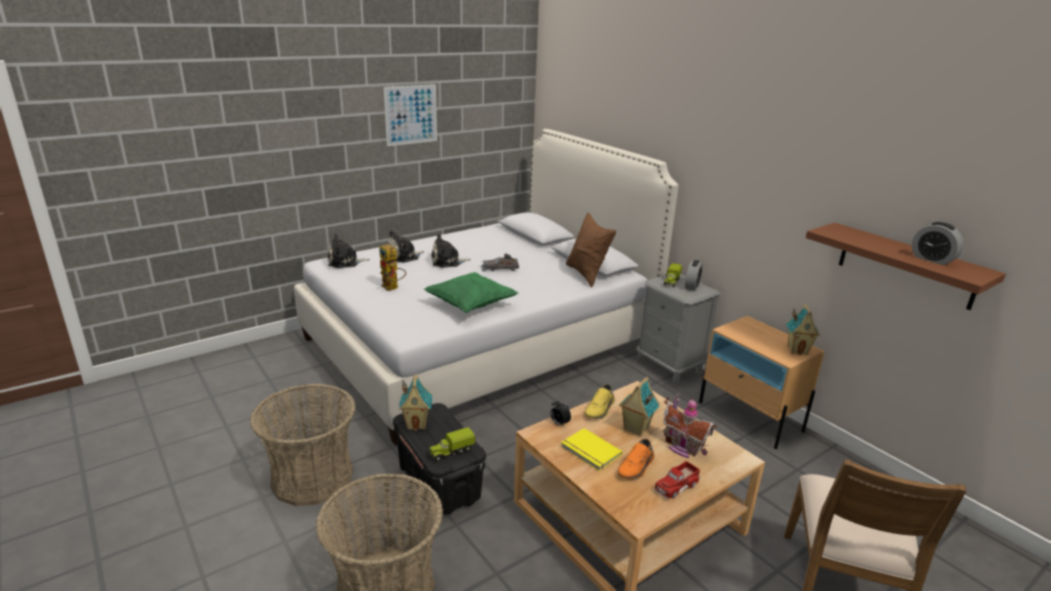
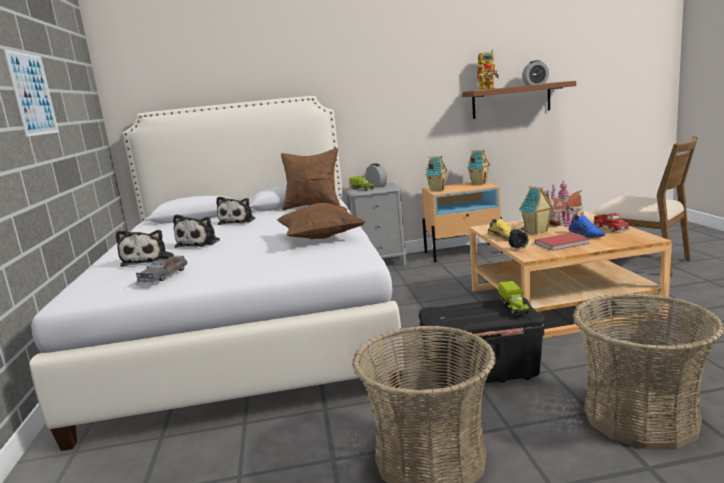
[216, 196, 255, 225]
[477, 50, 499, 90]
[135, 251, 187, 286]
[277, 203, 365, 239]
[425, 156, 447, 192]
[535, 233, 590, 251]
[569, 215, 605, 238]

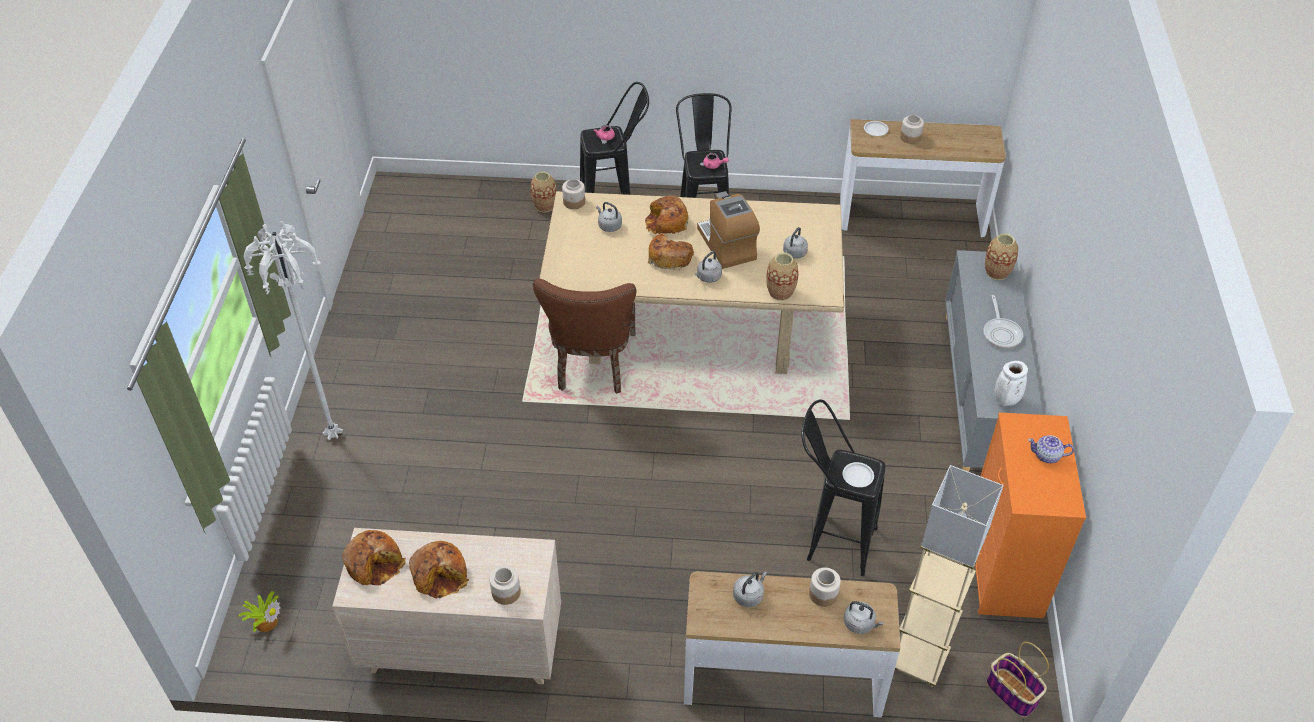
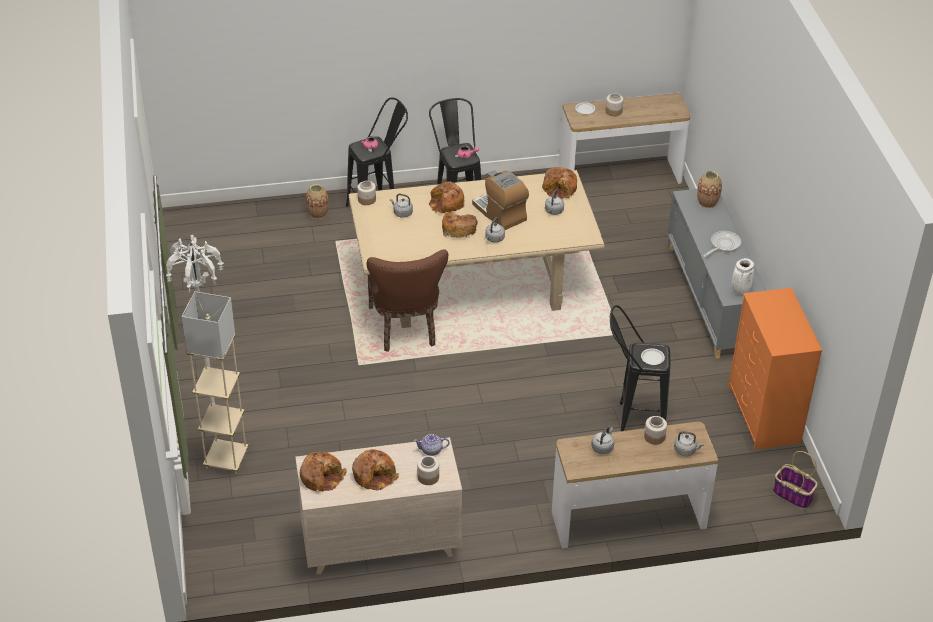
[766, 253, 799, 301] (first image)
[703, 231, 741, 257]
[414, 434, 450, 456]
[181, 291, 249, 474]
[238, 591, 281, 632] (first image)
[542, 167, 577, 199]

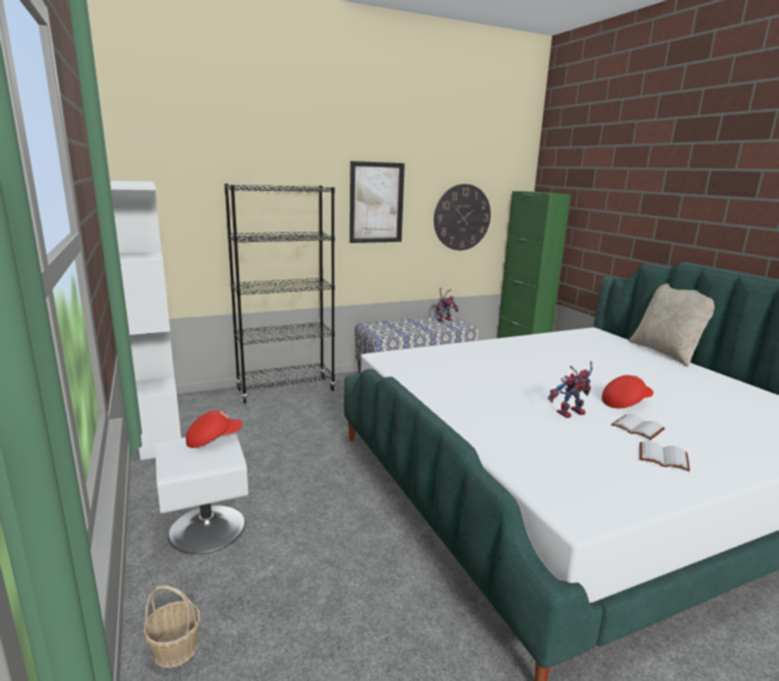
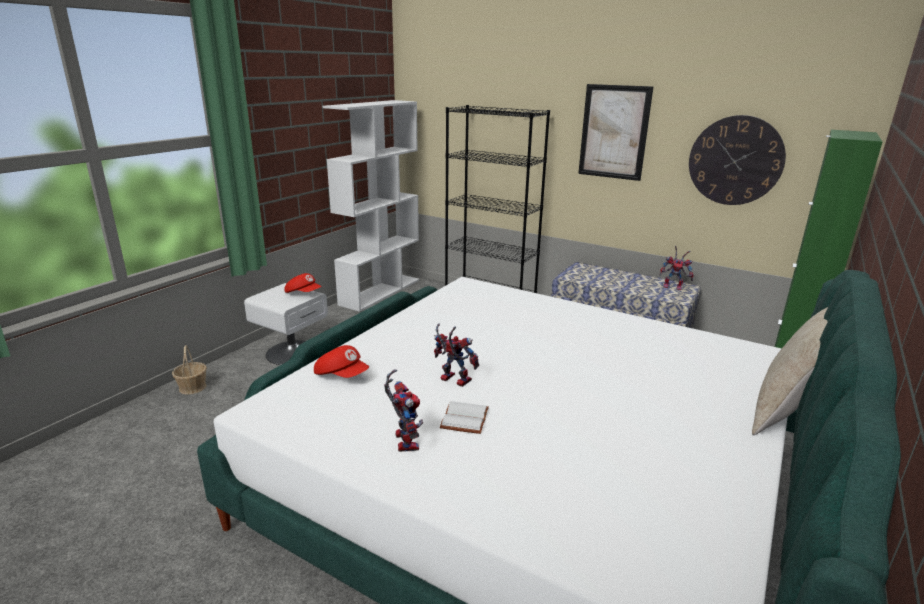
[314, 345, 369, 378]
[384, 369, 423, 452]

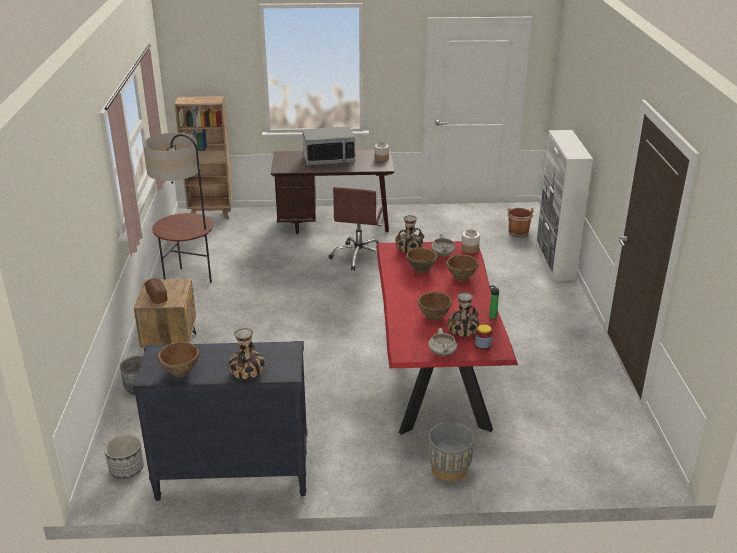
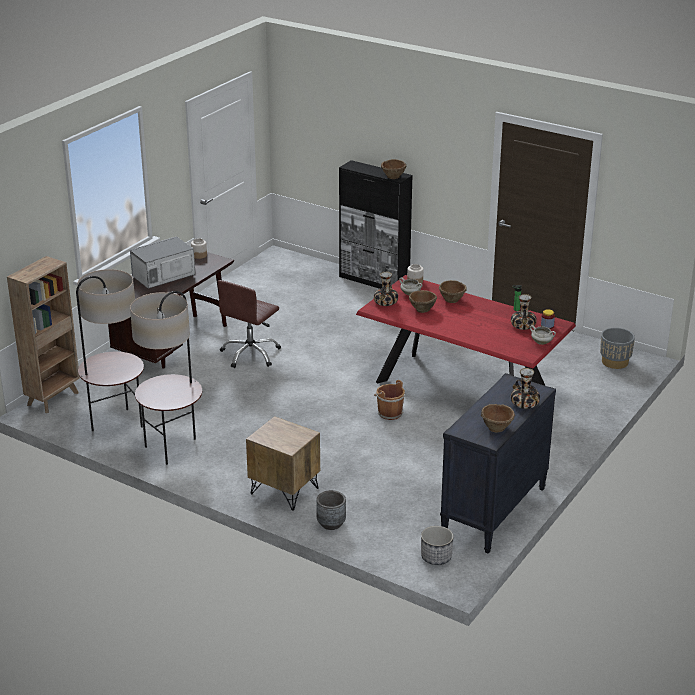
[130, 237, 195, 289]
[339, 160, 413, 289]
[218, 280, 281, 368]
[374, 380, 405, 420]
[144, 278, 167, 304] (first image)
[381, 159, 406, 179]
[600, 328, 635, 369]
[76, 269, 144, 431]

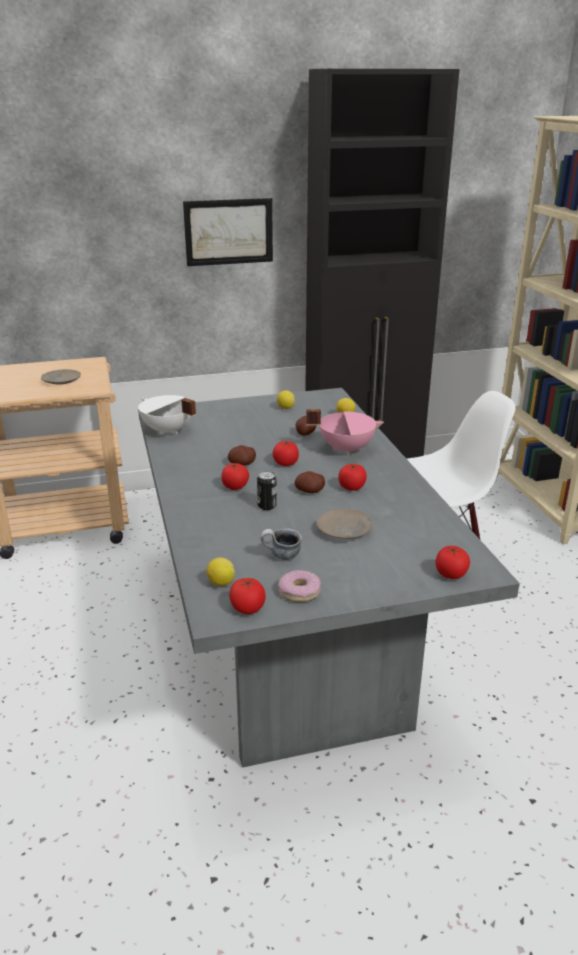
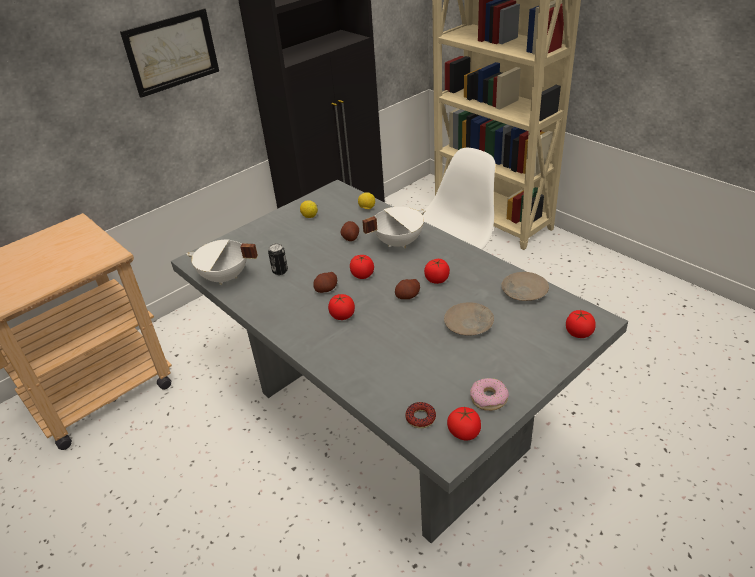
[501, 272, 549, 301]
[362, 207, 426, 248]
[268, 243, 288, 275]
[260, 529, 302, 560] (first image)
[405, 402, 436, 428]

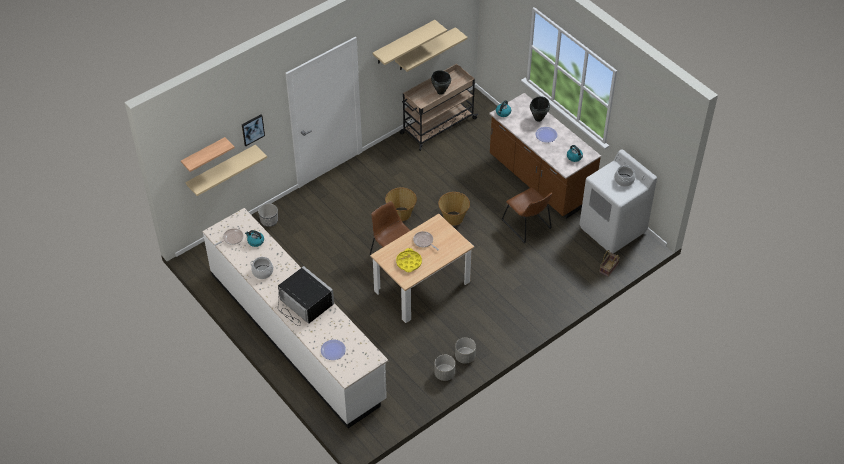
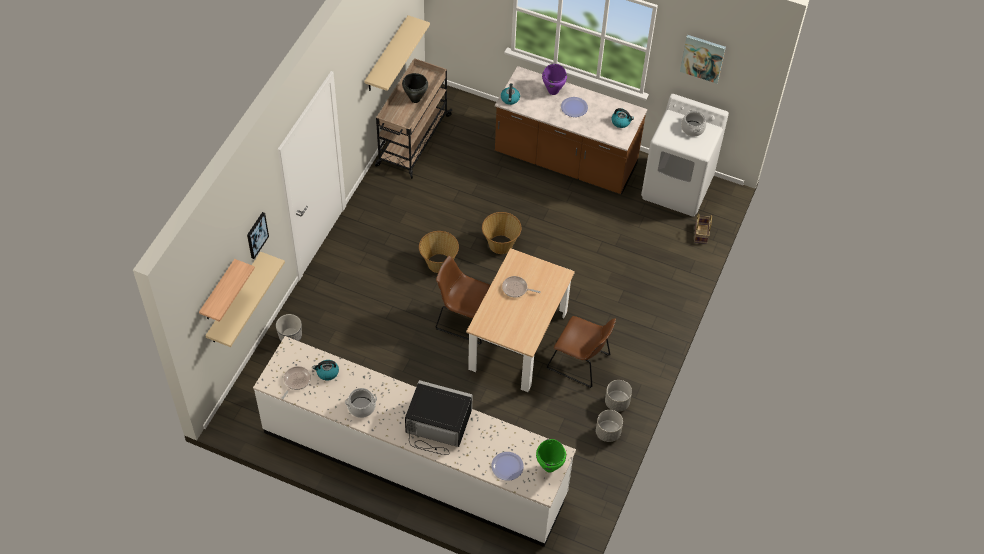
[373, 20, 447, 65] (first image)
[542, 64, 567, 95]
[546, 316, 616, 388]
[396, 248, 422, 272] (first image)
[680, 35, 726, 84]
[536, 439, 566, 473]

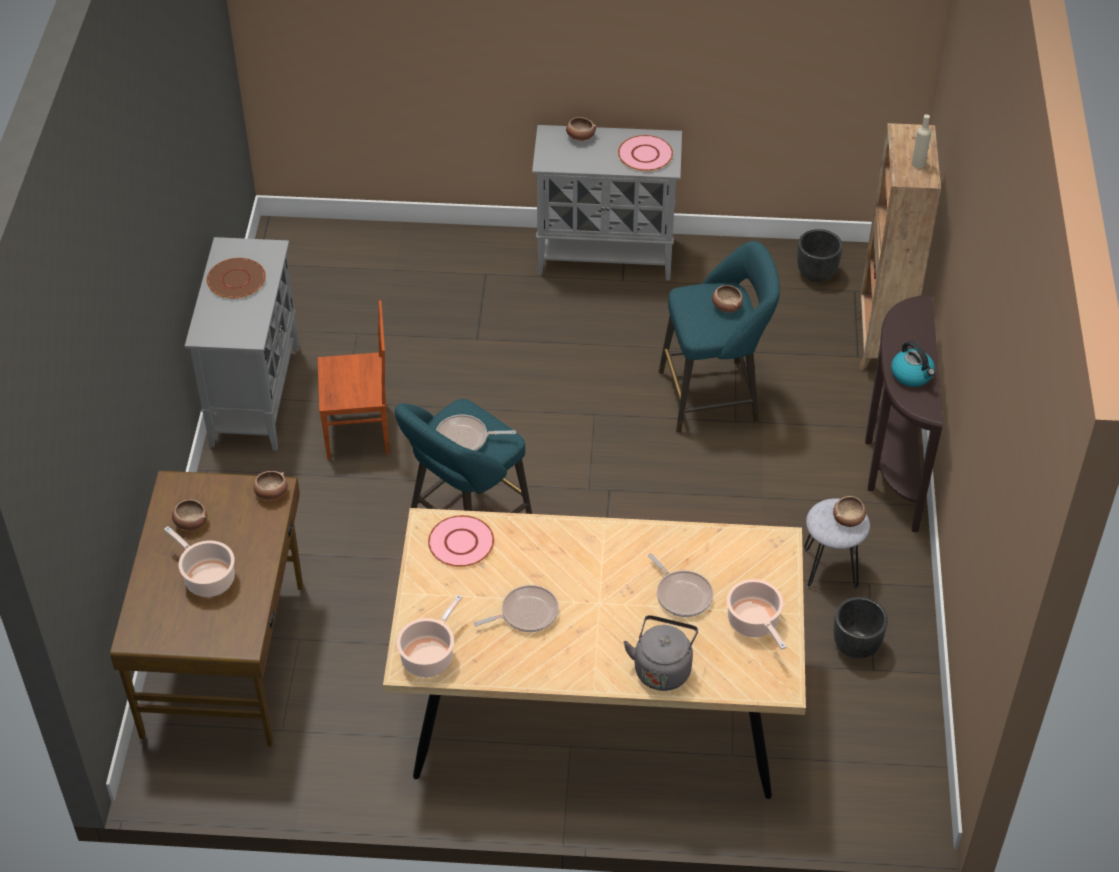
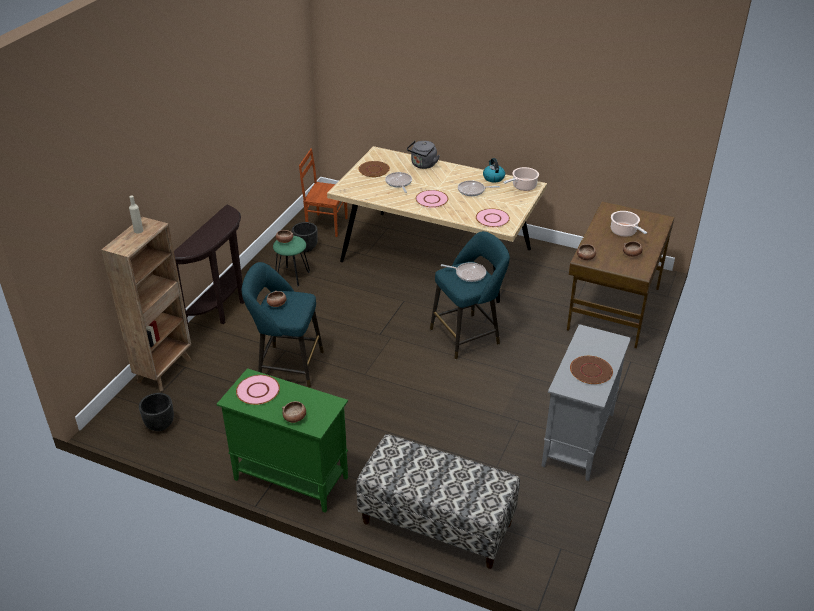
[217, 368, 348, 513]
[299, 148, 348, 237]
[483, 158, 505, 183]
[273, 236, 310, 286]
[358, 161, 390, 177]
[416, 190, 448, 208]
[356, 434, 520, 569]

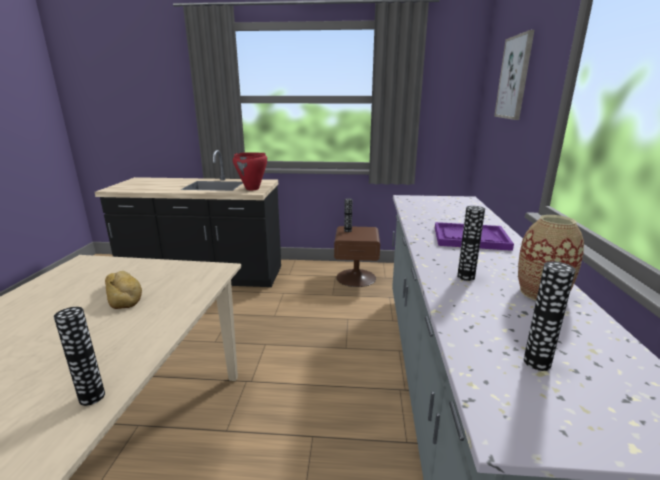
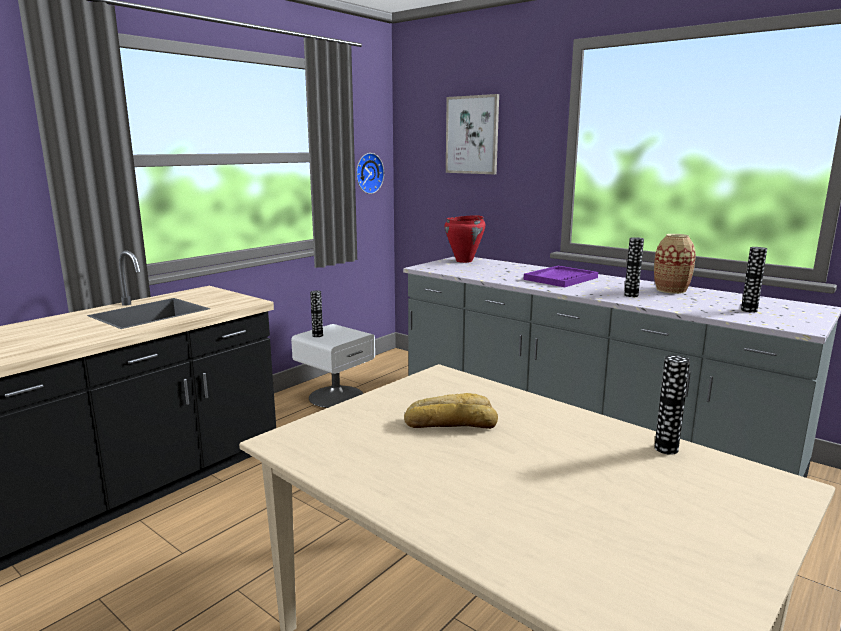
[444, 215, 485, 263]
[291, 324, 375, 408]
[356, 153, 384, 194]

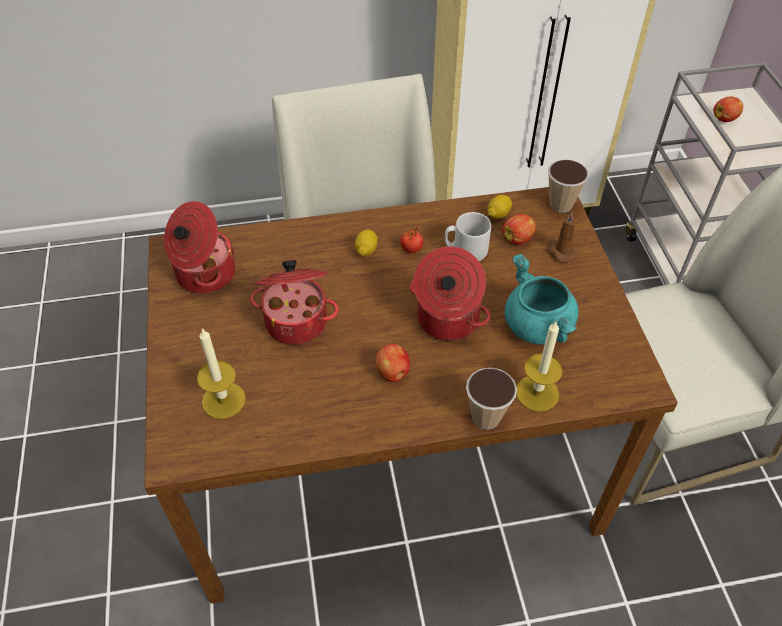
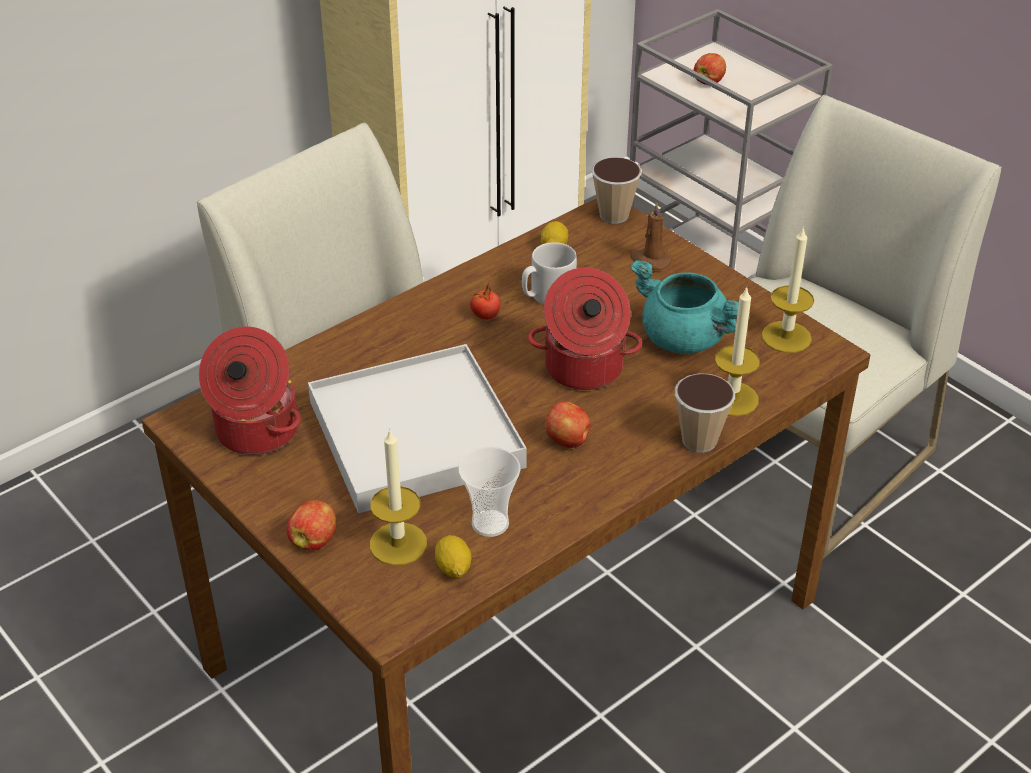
[287, 500, 336, 550]
[435, 535, 472, 578]
[308, 344, 526, 513]
[762, 226, 814, 353]
[459, 447, 521, 537]

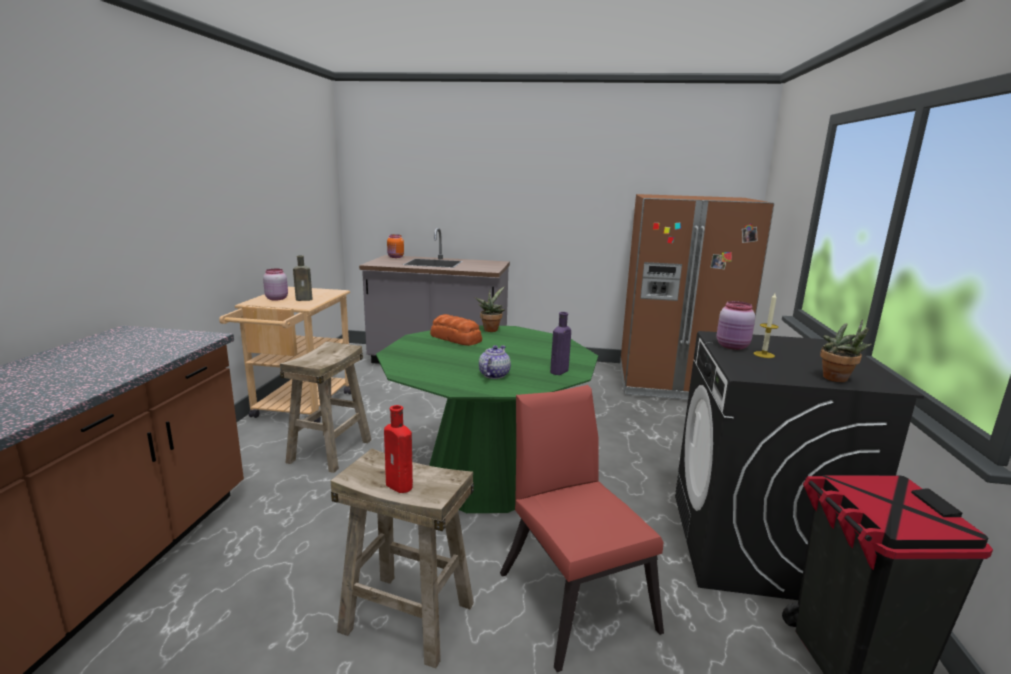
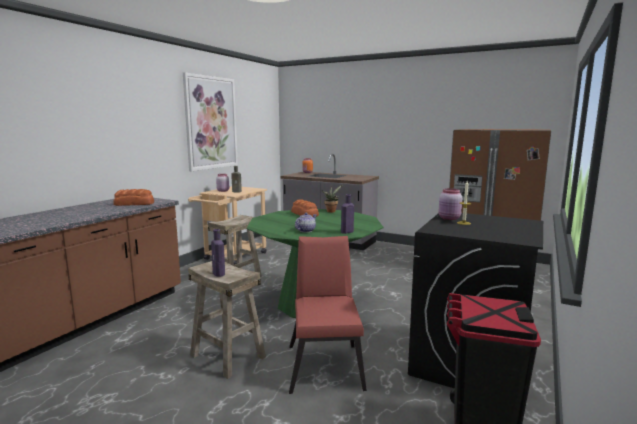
[820, 320, 872, 382] (first image)
[211, 229, 225, 277]
[183, 72, 238, 171]
[113, 189, 154, 206]

